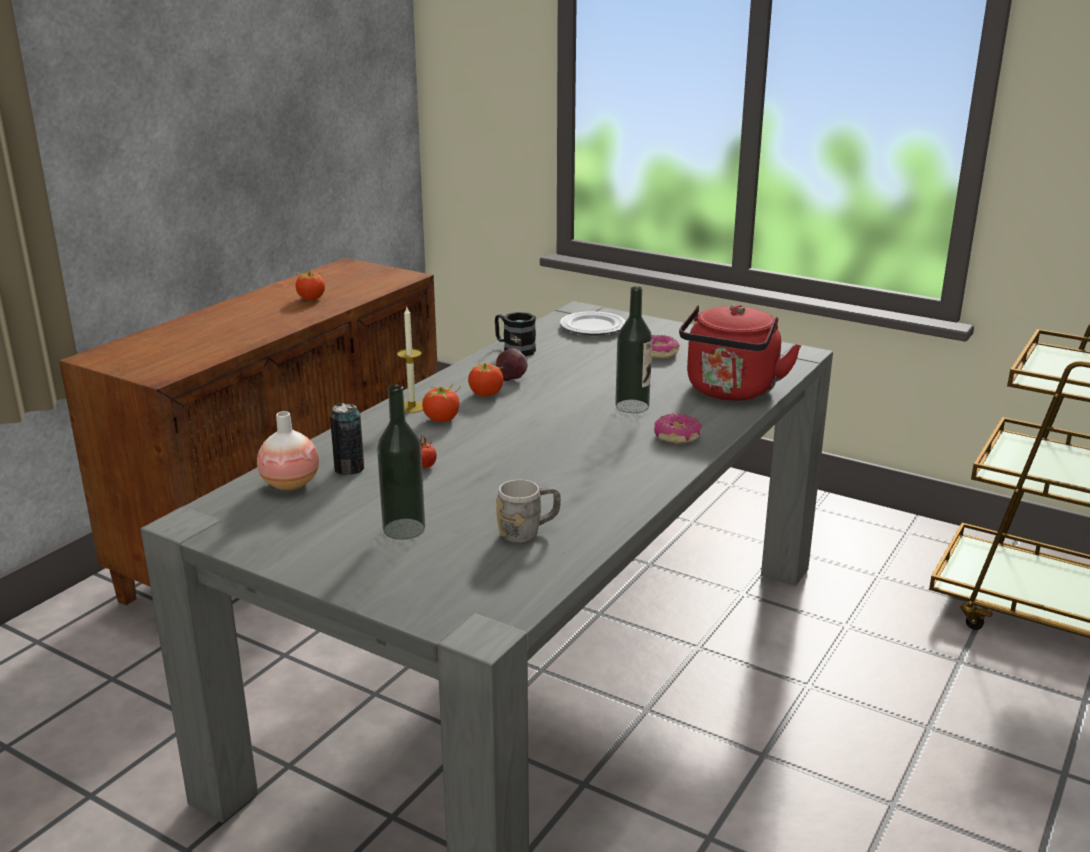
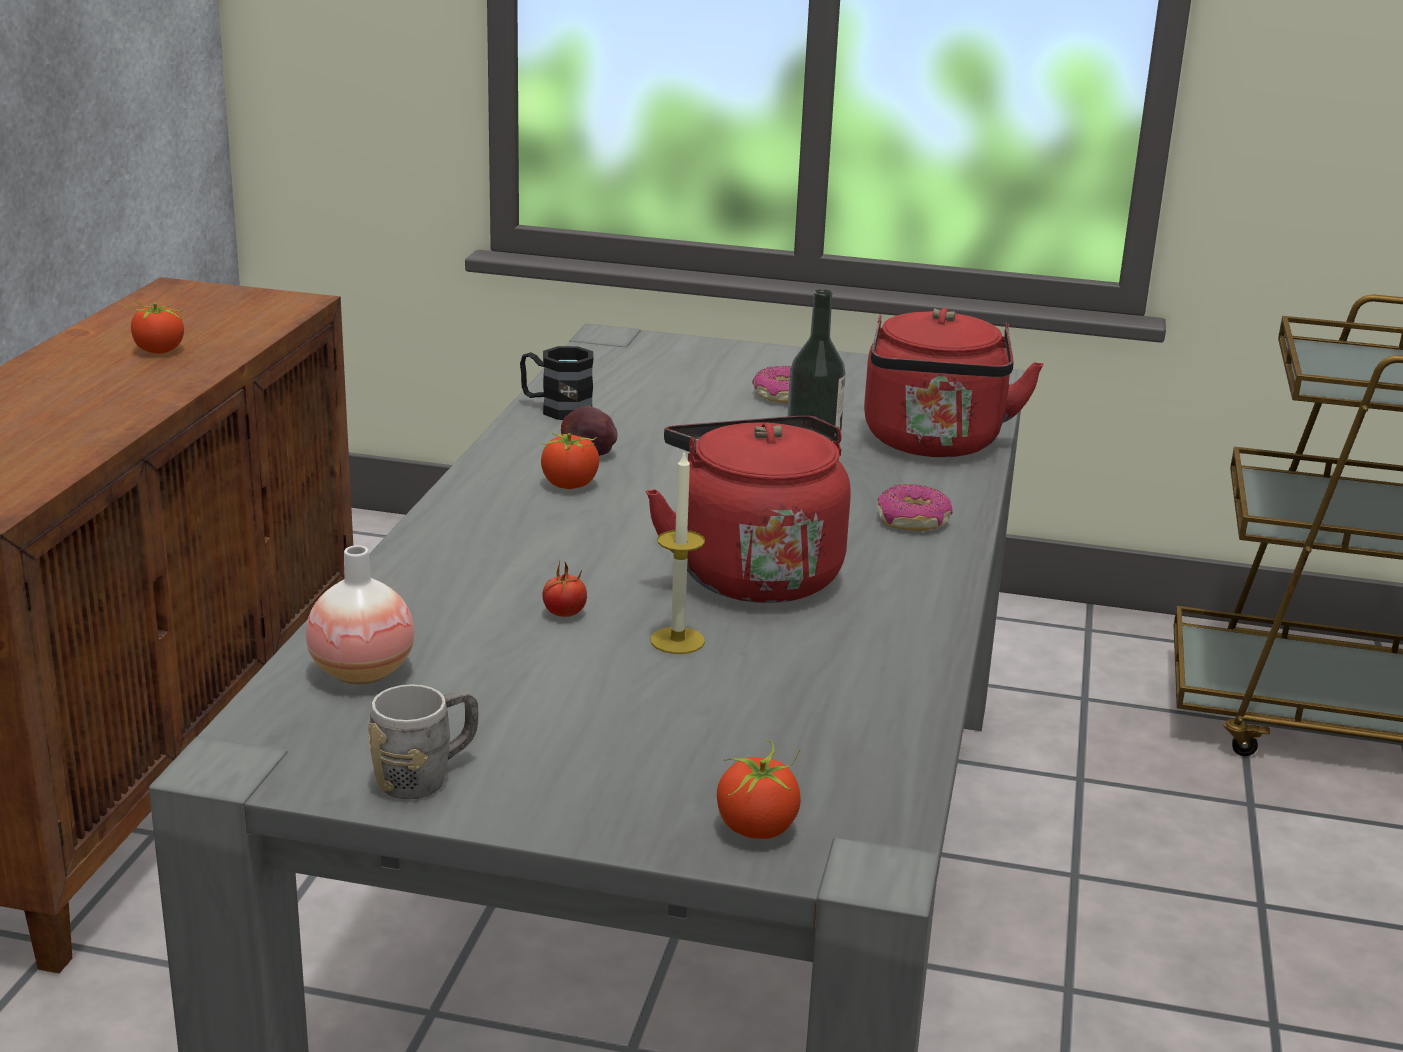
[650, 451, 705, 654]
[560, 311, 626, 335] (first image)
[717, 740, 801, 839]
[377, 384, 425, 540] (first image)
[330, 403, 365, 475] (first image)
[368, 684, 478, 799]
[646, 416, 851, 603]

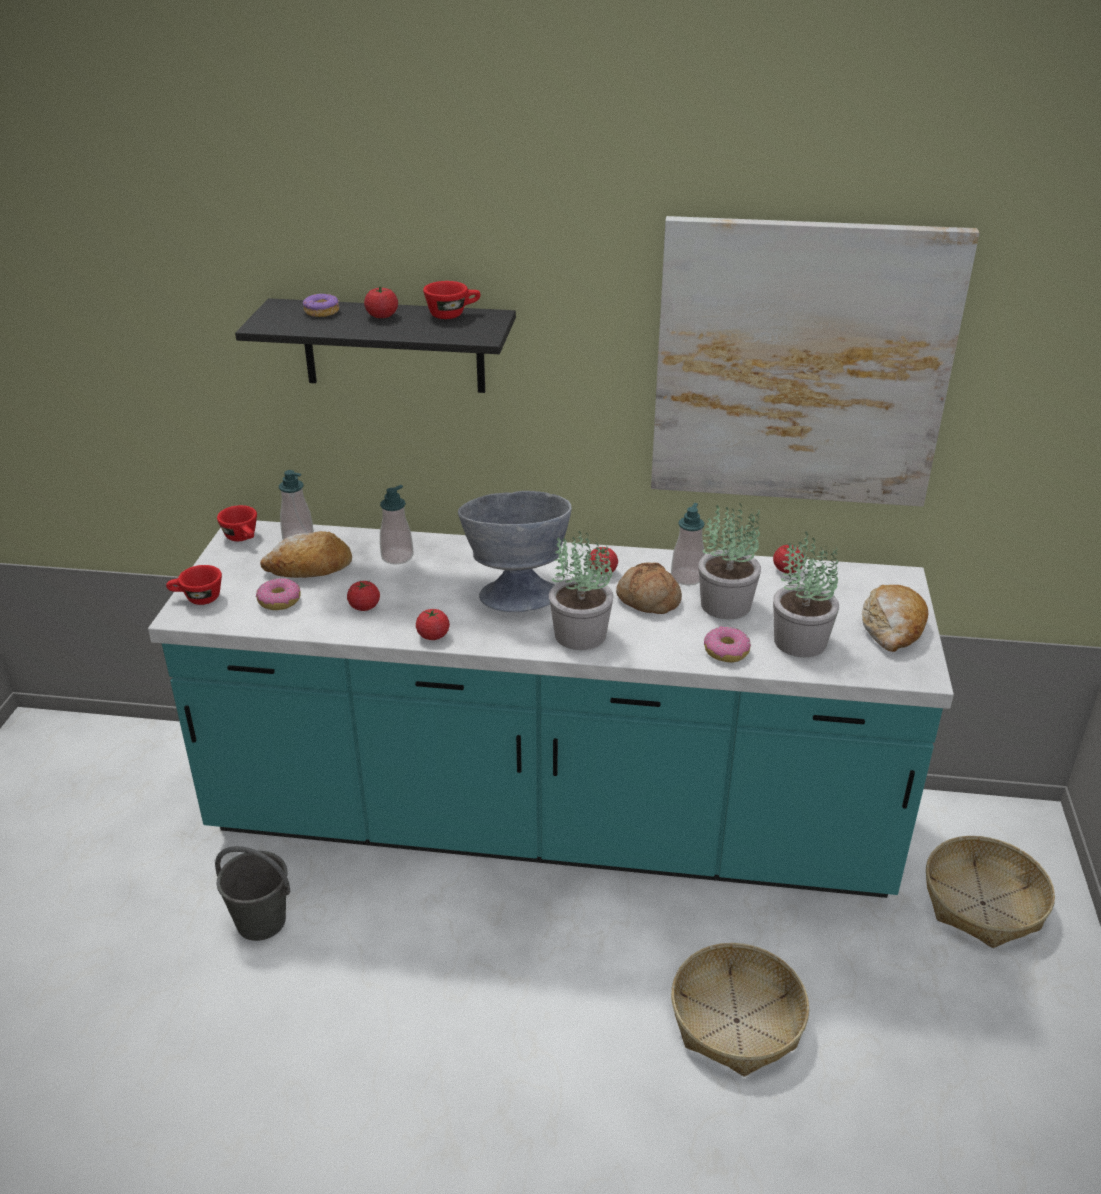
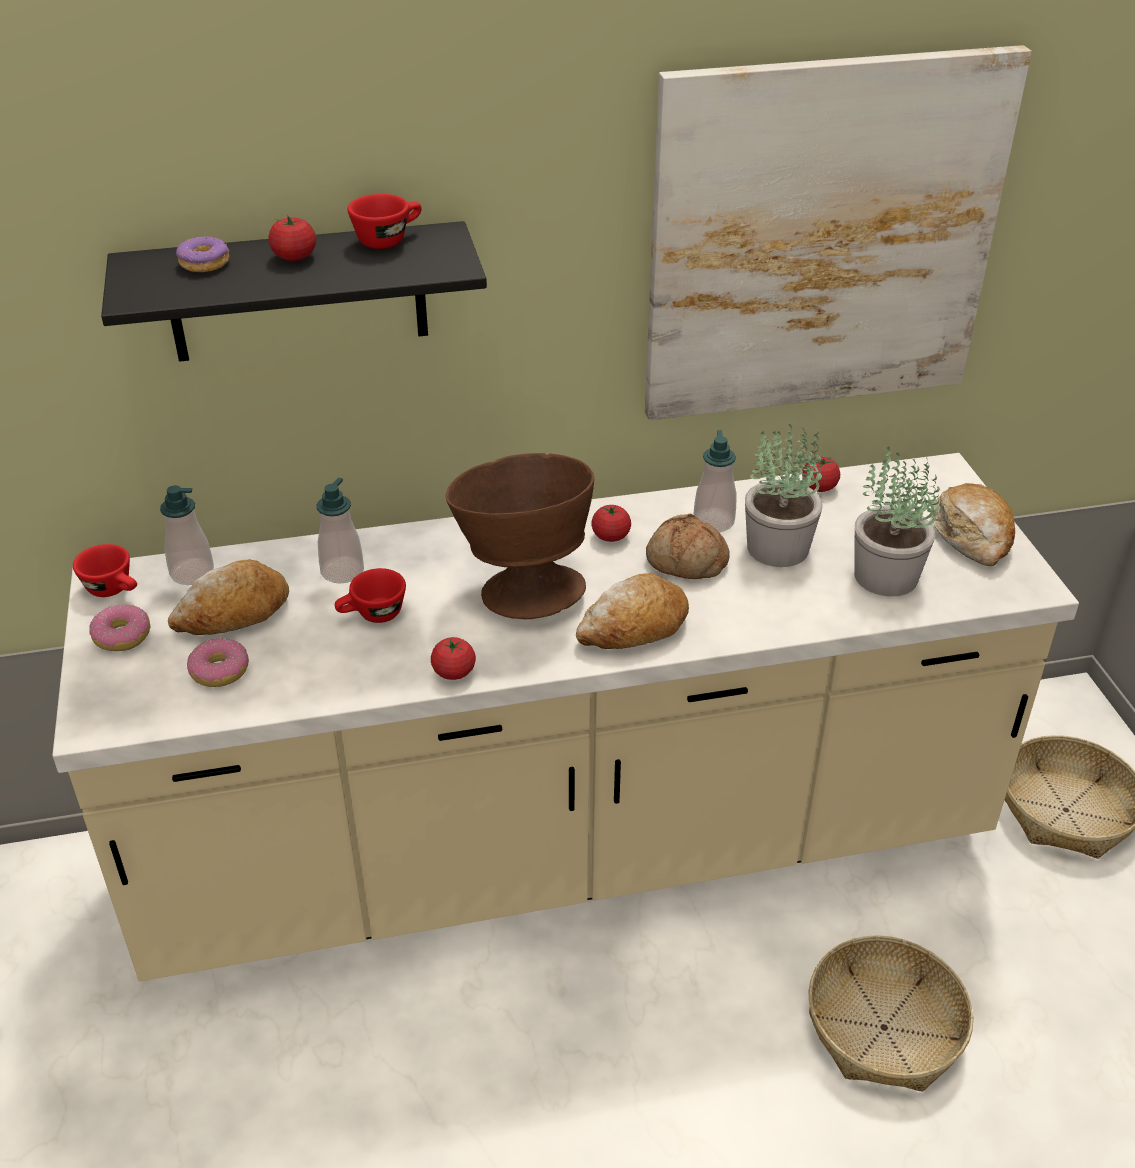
[446, 453, 594, 619]
[52, 453, 1079, 981]
[576, 573, 689, 649]
[335, 568, 406, 623]
[347, 581, 380, 611] (first image)
[89, 604, 150, 651]
[215, 846, 290, 941] (first image)

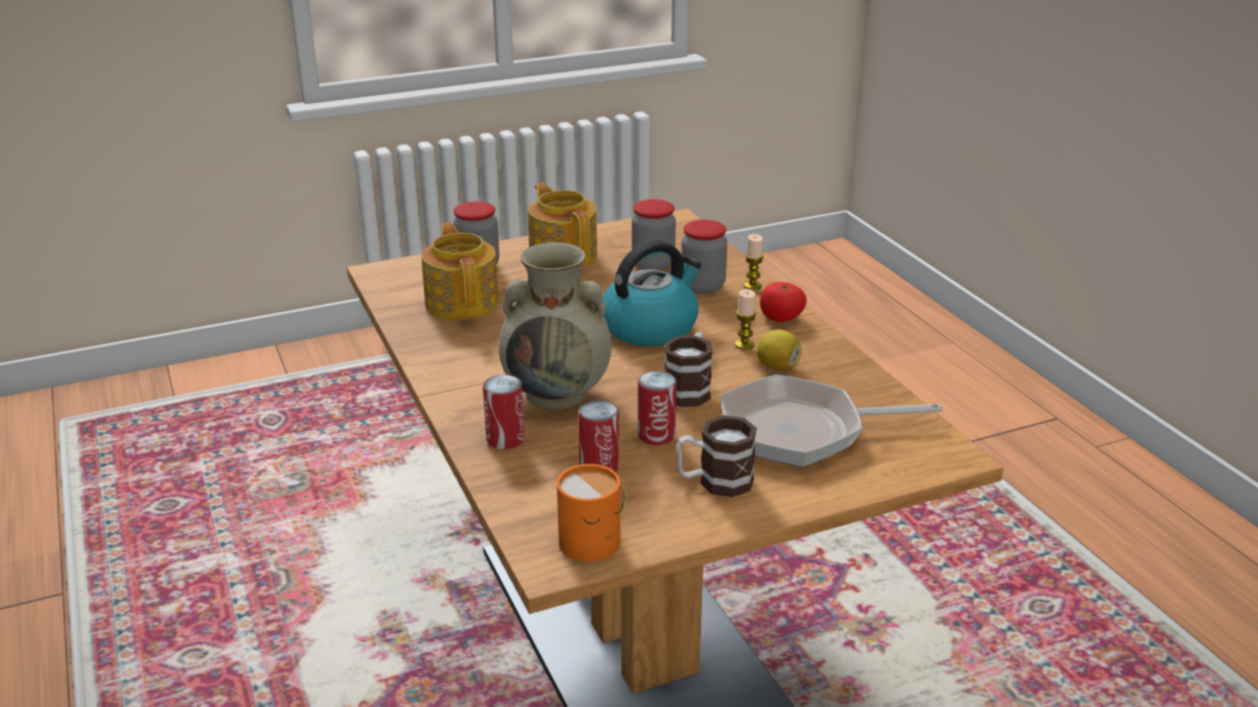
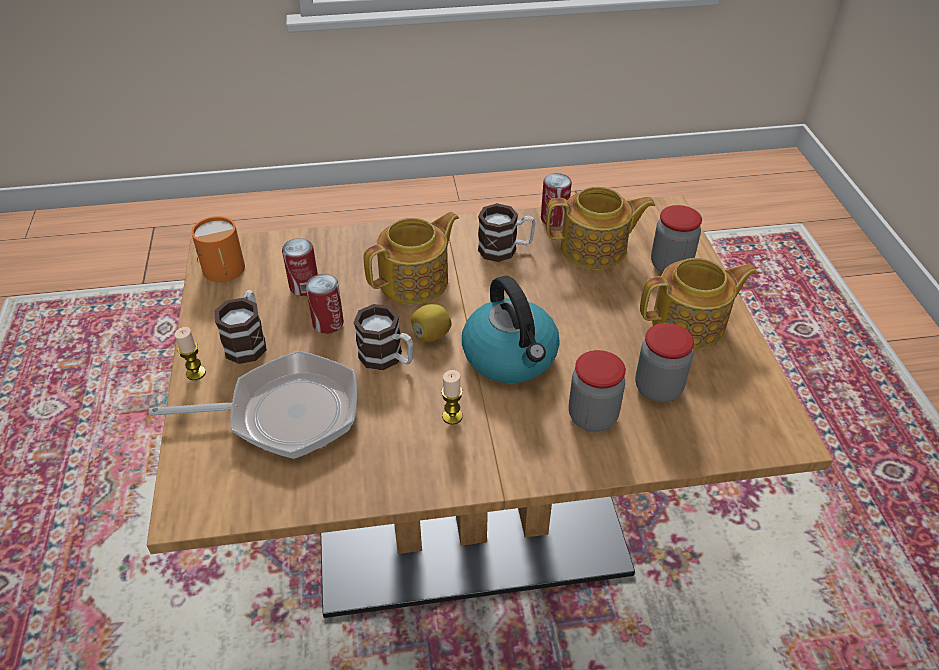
[175, 327, 206, 380]
[364, 211, 459, 304]
[760, 282, 807, 322] (first image)
[411, 304, 452, 342]
[148, 351, 357, 459]
[541, 173, 572, 227]
[478, 203, 535, 262]

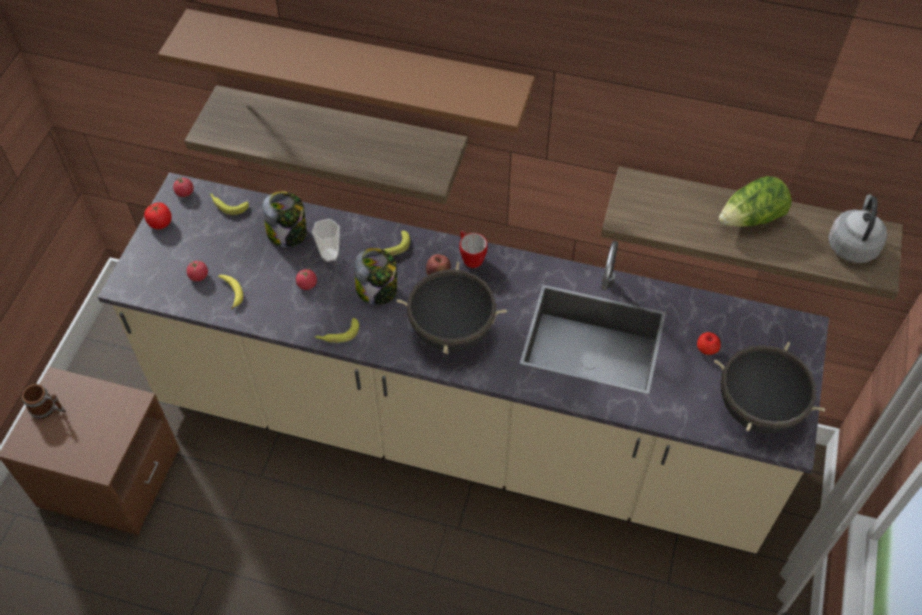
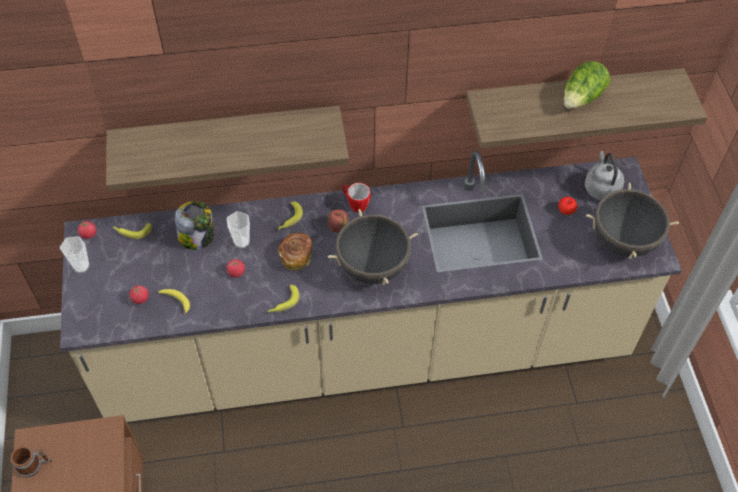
[158, 9, 535, 133] (first image)
[585, 151, 624, 200]
[60, 236, 89, 273]
[278, 233, 312, 271]

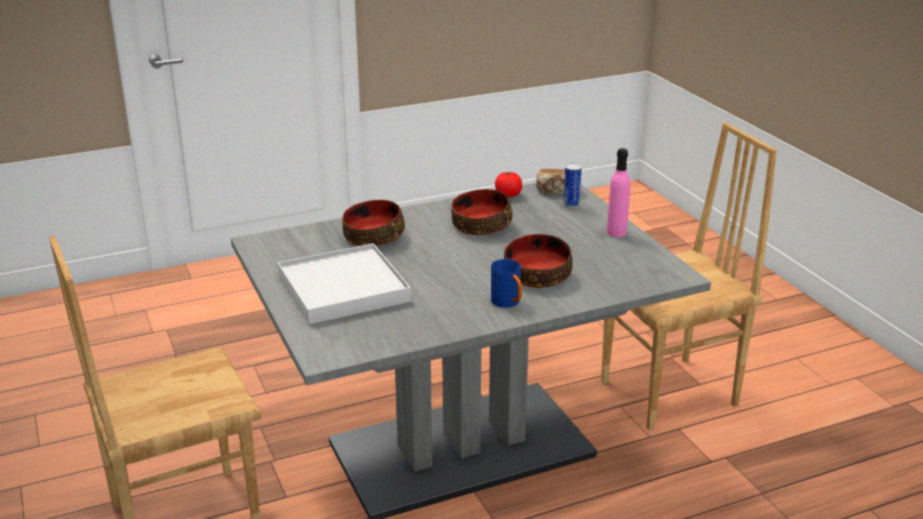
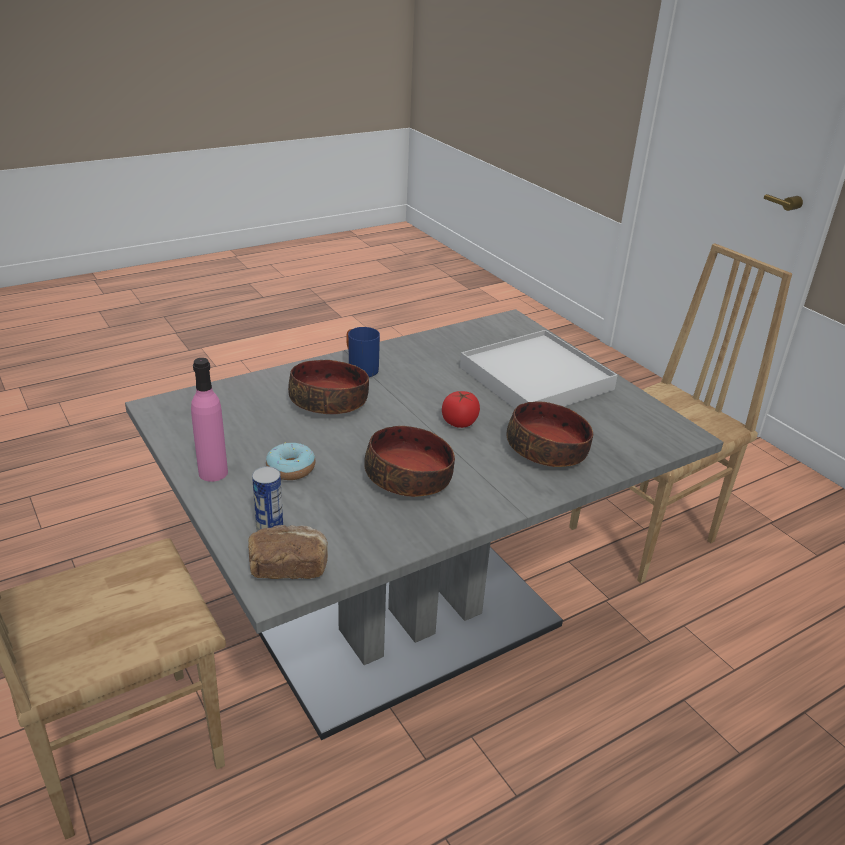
[442, 391, 480, 428]
[266, 442, 315, 480]

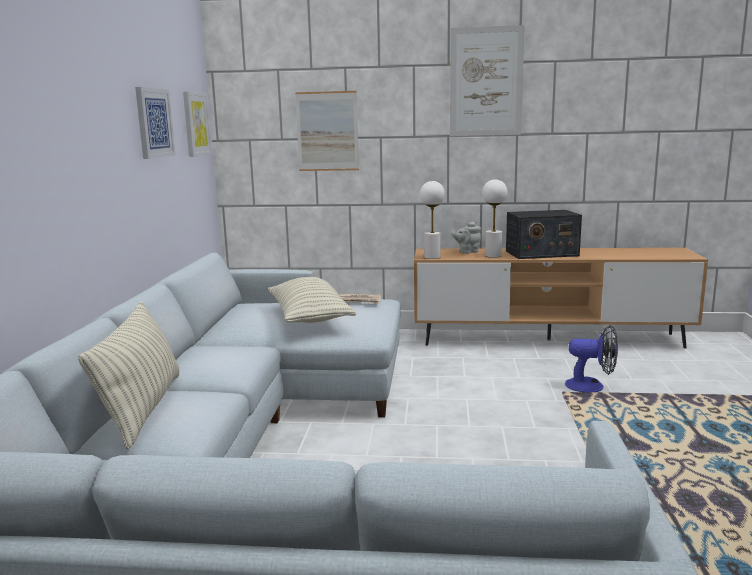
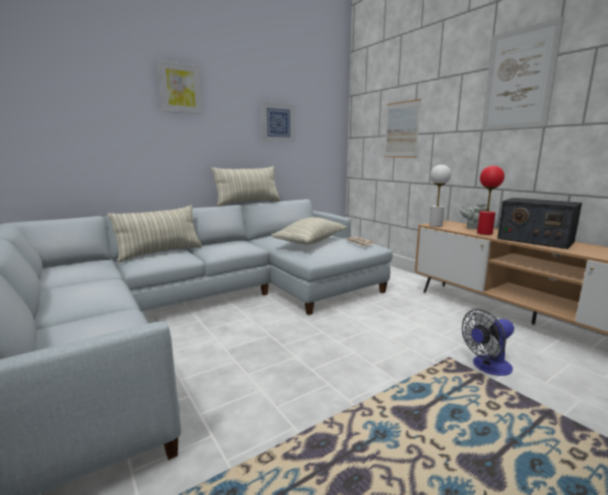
[157, 60, 203, 114]
[477, 166, 505, 235]
[462, 309, 514, 376]
[211, 166, 281, 206]

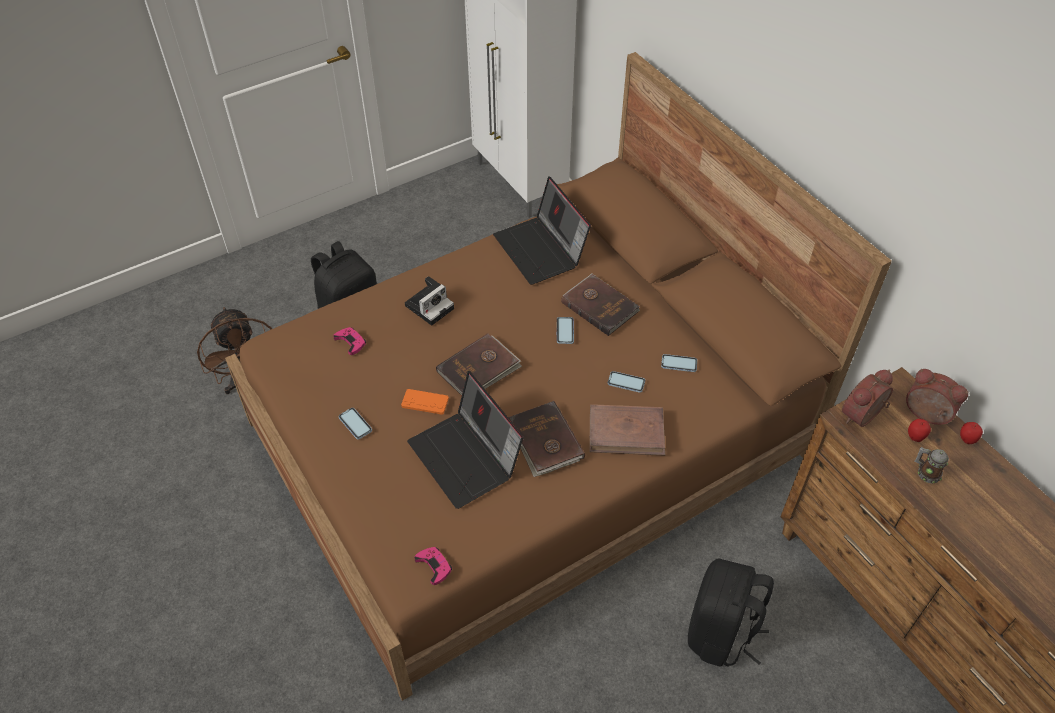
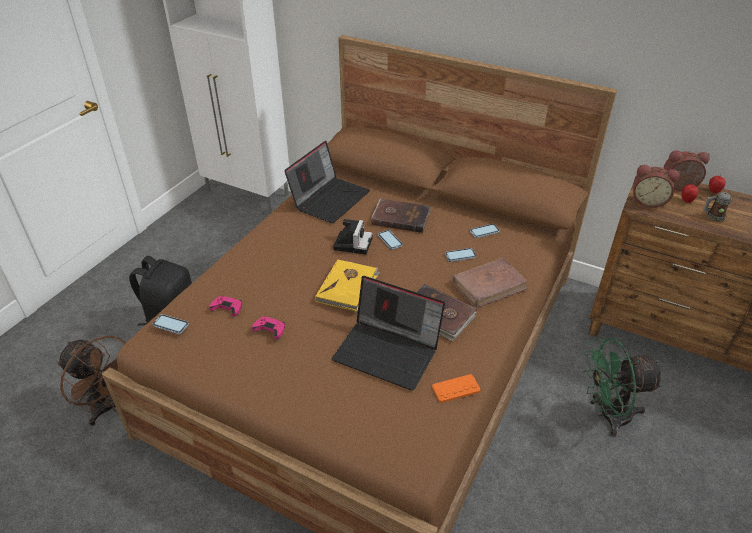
[284, 141, 370, 223]
[333, 219, 372, 255]
[315, 260, 380, 312]
[633, 165, 680, 208]
[432, 374, 481, 403]
[152, 314, 189, 334]
[252, 316, 285, 339]
[582, 338, 663, 437]

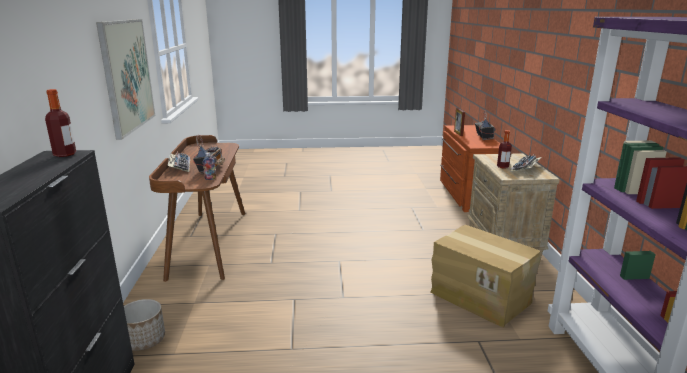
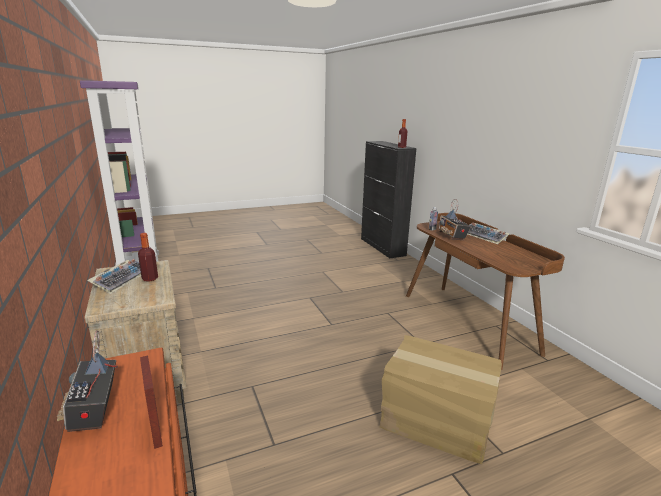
[96, 19, 155, 140] (first image)
[380, 335, 502, 464]
[124, 299, 165, 351] (first image)

